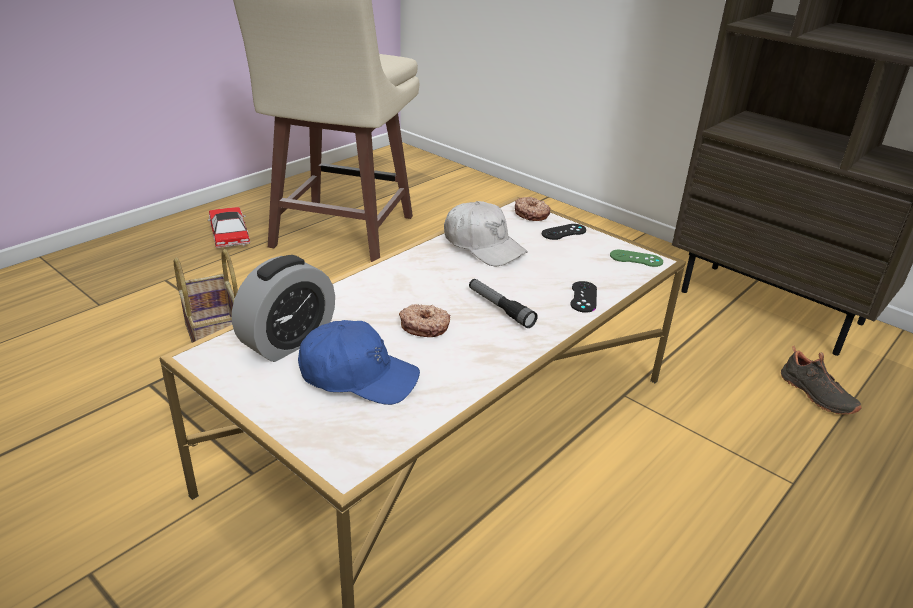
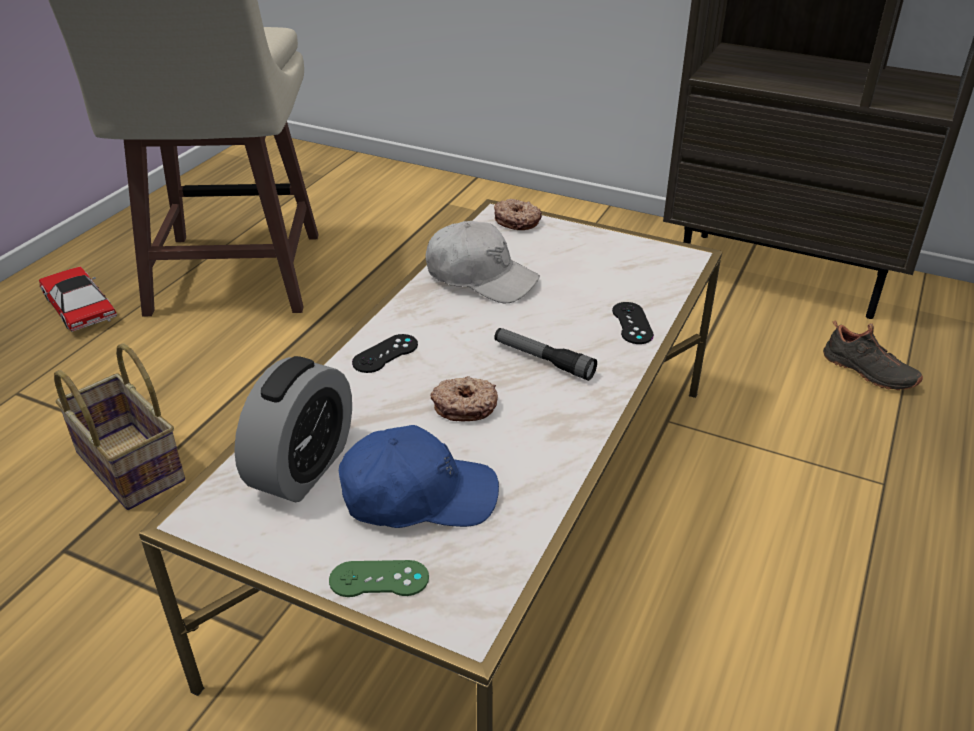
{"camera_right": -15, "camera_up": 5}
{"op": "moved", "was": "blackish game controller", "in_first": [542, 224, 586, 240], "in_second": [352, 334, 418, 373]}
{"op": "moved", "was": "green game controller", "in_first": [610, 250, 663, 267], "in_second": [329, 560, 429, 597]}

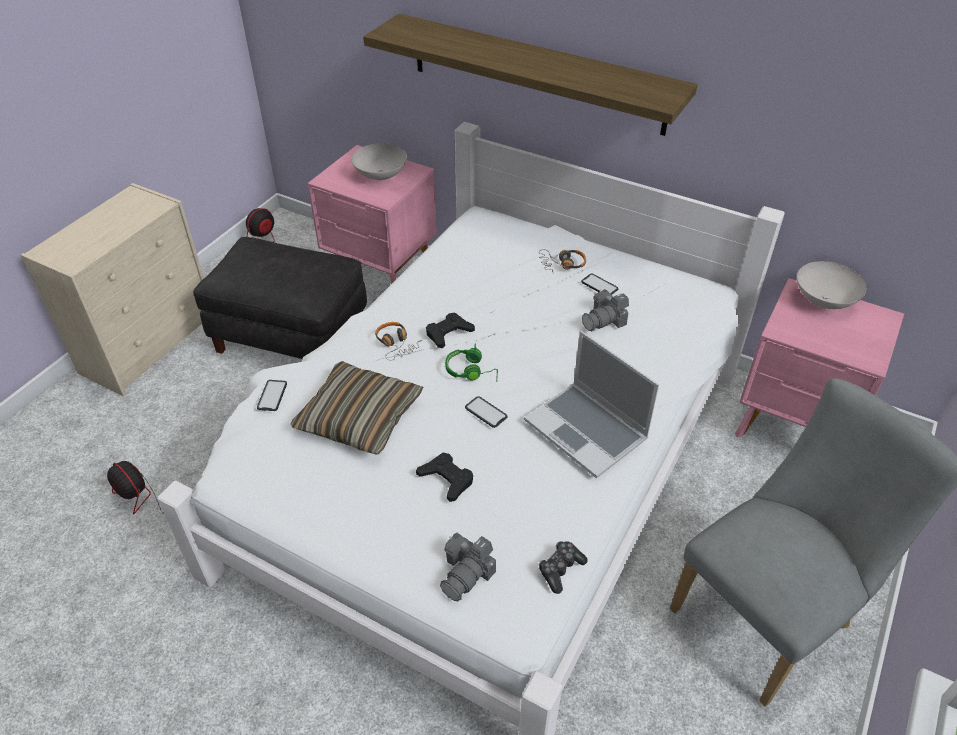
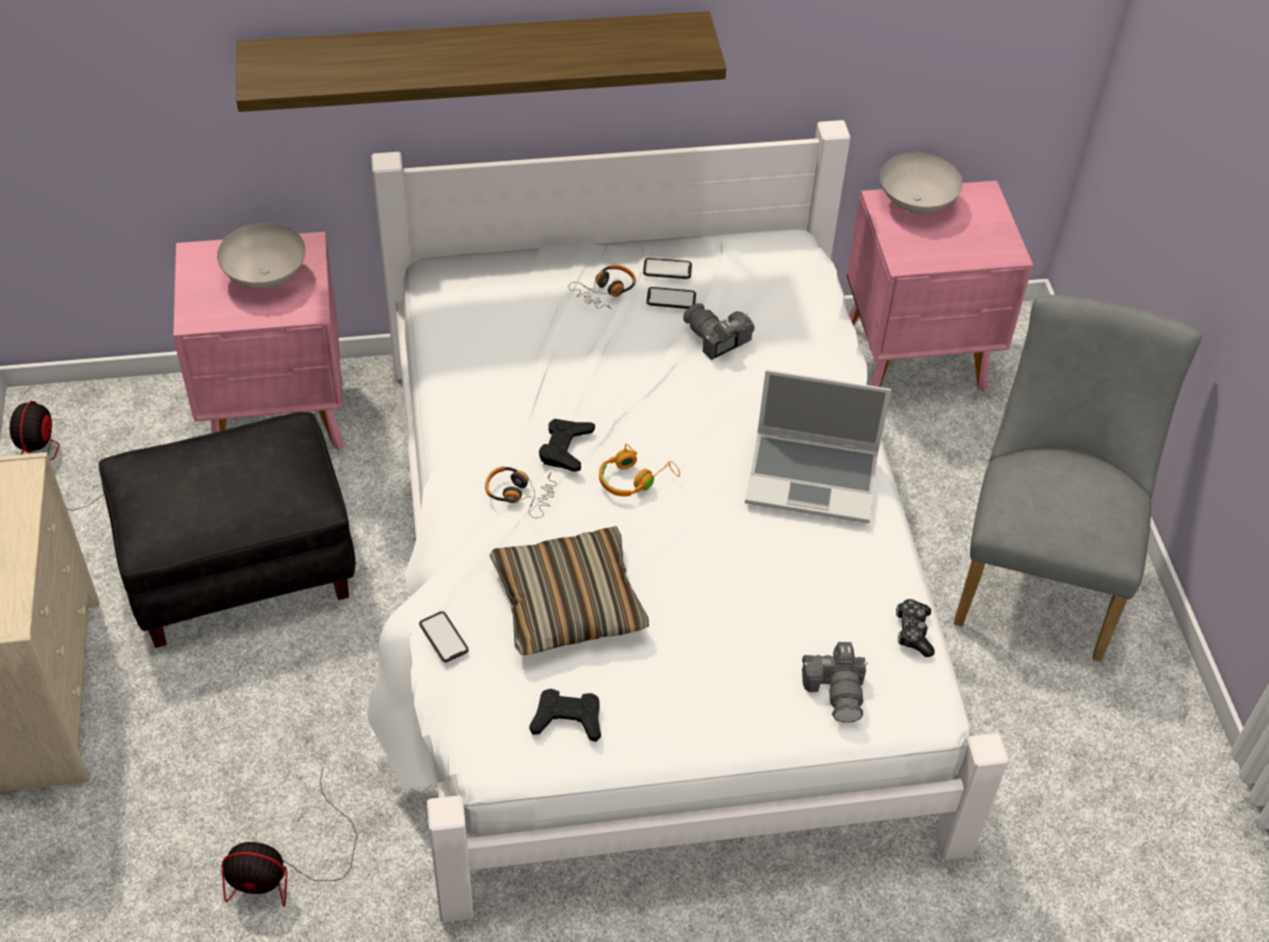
{"camera_right": -40, "camera_up": 5}
{"op": "turned", "was": "still camera", "in_first": [582, 289, 629, 331], "in_second": [683, 303, 755, 360], "clockwise": 120}
{"op": "recoloured", "was": "green headphones", "now": "orangey headphones", "in_first": [445, 343, 498, 382], "in_second": [599, 444, 680, 496]}
{"op": "moved", "was": "telephone", "in_first": [465, 396, 508, 428], "in_second": [643, 258, 692, 279]}
{"op": "moved", "was": "blackish game controller", "in_first": [416, 453, 473, 502], "in_second": [529, 689, 601, 742]}

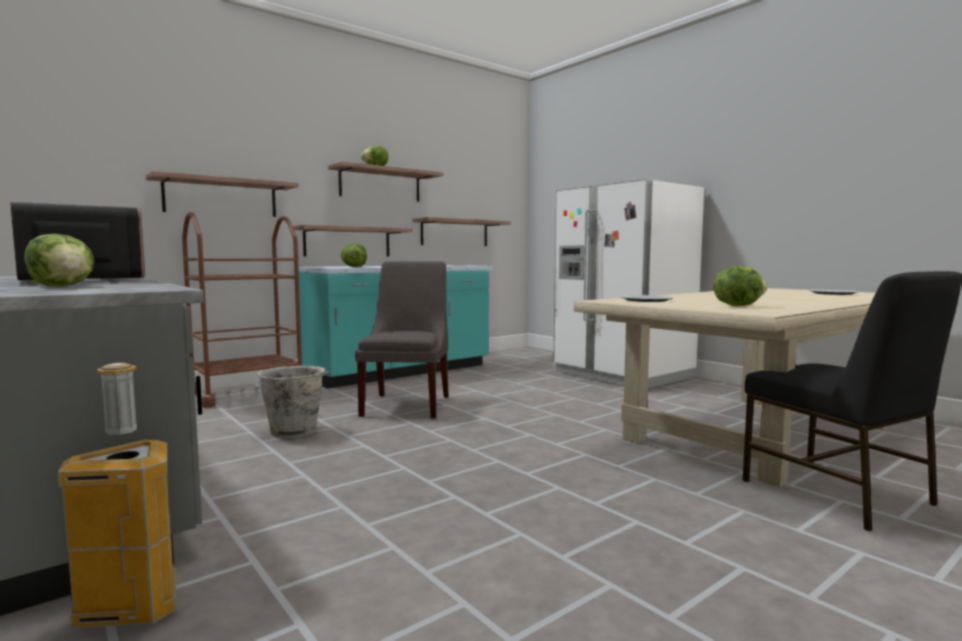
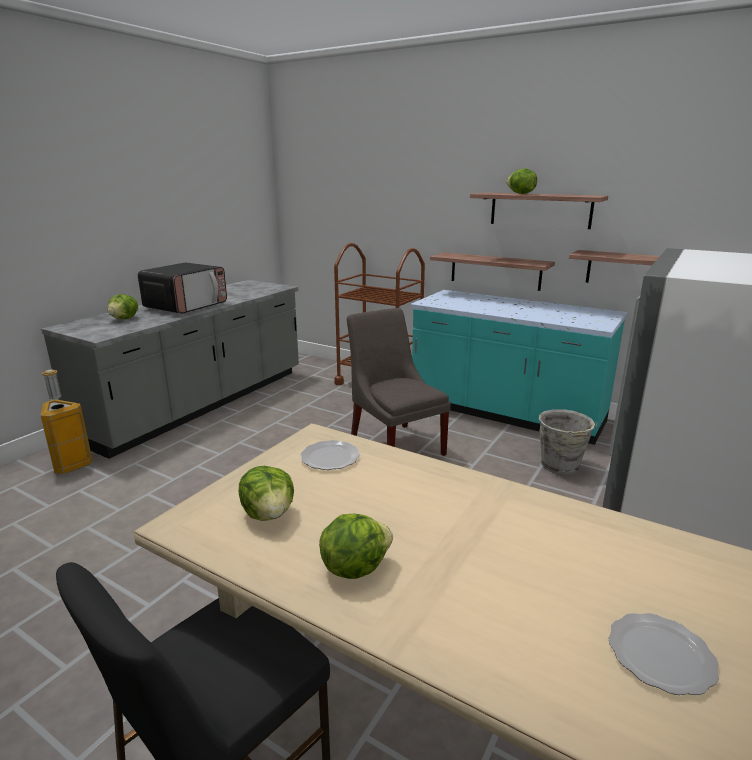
{"camera_right": 70, "camera_up": 15}
{"op": "removed", "was": "shelf", "in_first": [145, 171, 299, 217]}
{"op": "moved", "was": "lettuce", "in_first": [341, 243, 367, 267], "in_second": [319, 514, 393, 579]}
{"op": "turned", "was": "greyish chair", "in_first": [355, 261, 449, 418], "in_second": [347, 308, 451, 456], "clockwise": -105}
{"op": "moved", "was": "greyish water bucket", "in_first": [257, 366, 330, 438], "in_second": [539, 409, 597, 475]}

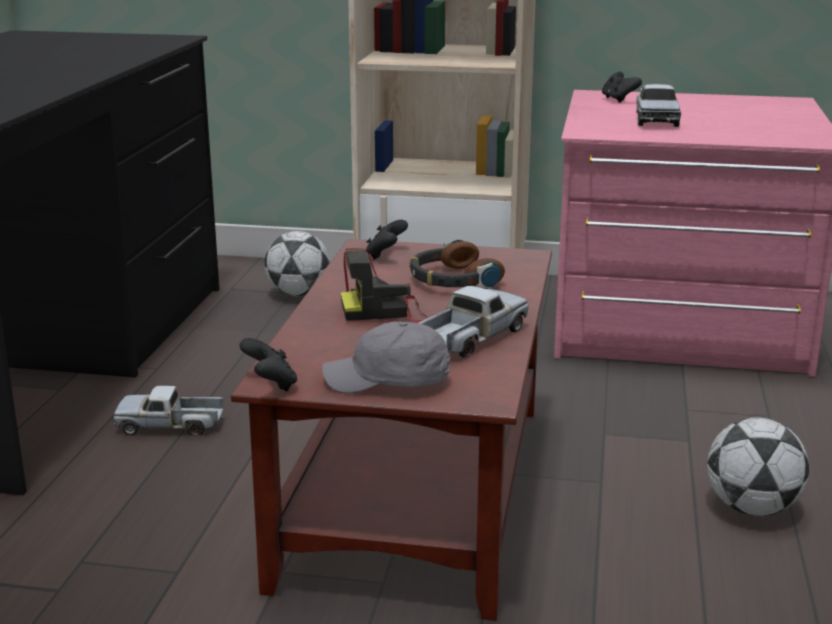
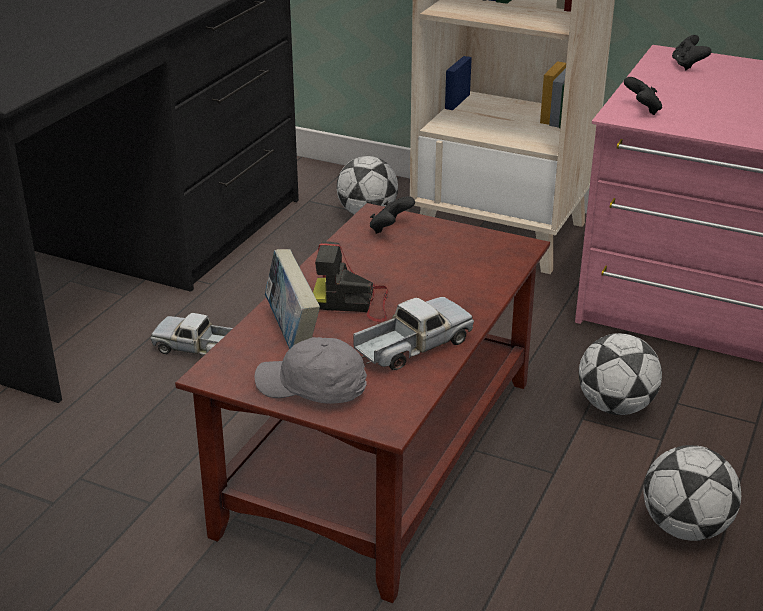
{"camera_right": 15, "camera_up": 10}
{"op": "removed", "was": "toy truck", "in_first": [636, 84, 681, 127]}
{"op": "removed", "was": "headphones", "in_first": [410, 239, 505, 289]}
{"op": "moved", "was": "blackish game controller", "in_first": [240, 338, 297, 391], "in_second": [624, 77, 662, 115]}
{"op": "added", "now": "bound book", "in_second": [265, 249, 320, 349]}
{"op": "added", "now": "football", "in_second": [579, 333, 662, 415]}

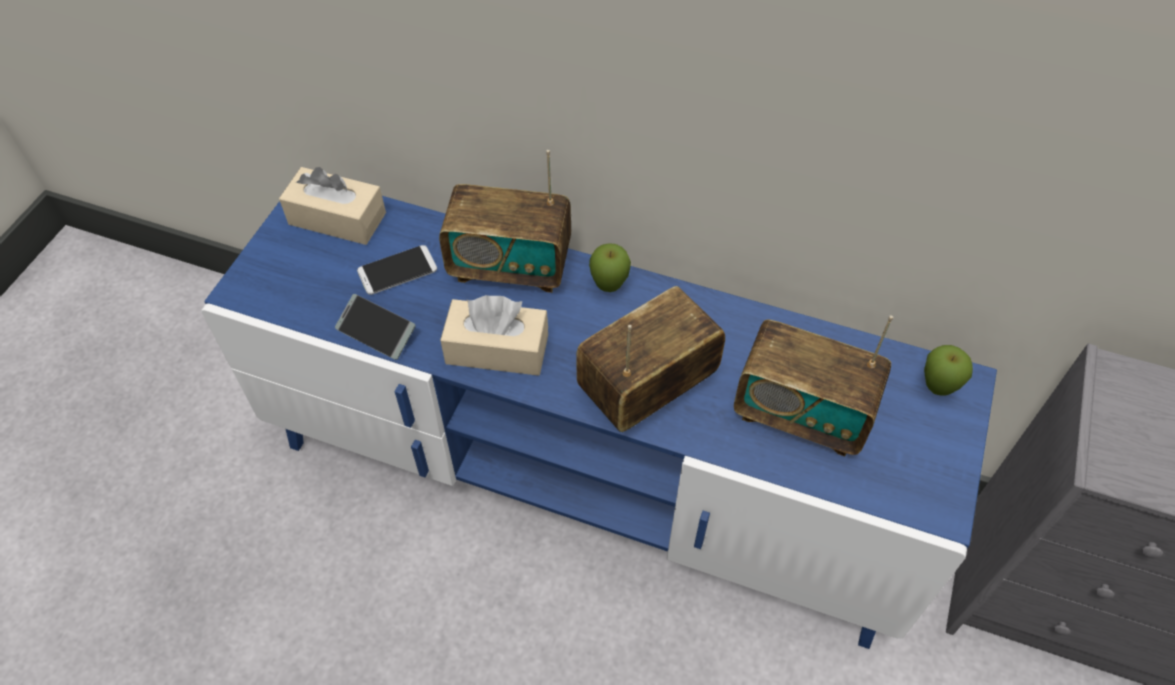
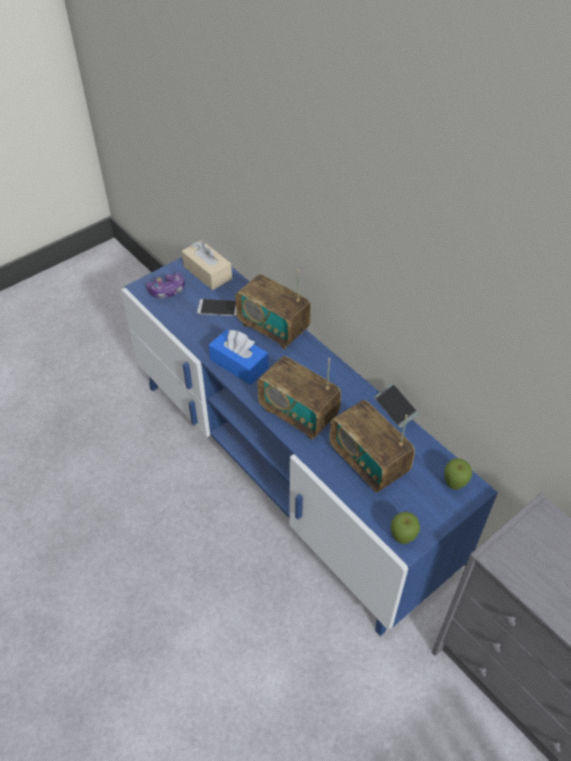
{"camera_right": 30, "camera_up": -5}
{"op": "moved", "was": "apple", "in_first": [589, 243, 631, 292], "in_second": [391, 512, 420, 544]}
{"op": "turned", "was": "radio receiver", "in_first": [576, 286, 725, 432], "in_second": [258, 356, 341, 440], "clockwise": -135}
{"op": "moved", "was": "telephone", "in_first": [335, 294, 416, 360], "in_second": [374, 383, 419, 428]}
{"op": "recoloured", "was": "sand-coloured box of tissues", "now": "blue-coloured box of tissues", "in_first": [440, 295, 548, 376], "in_second": [209, 329, 268, 385]}
{"op": "added", "now": "game controller", "in_second": [146, 273, 185, 298]}

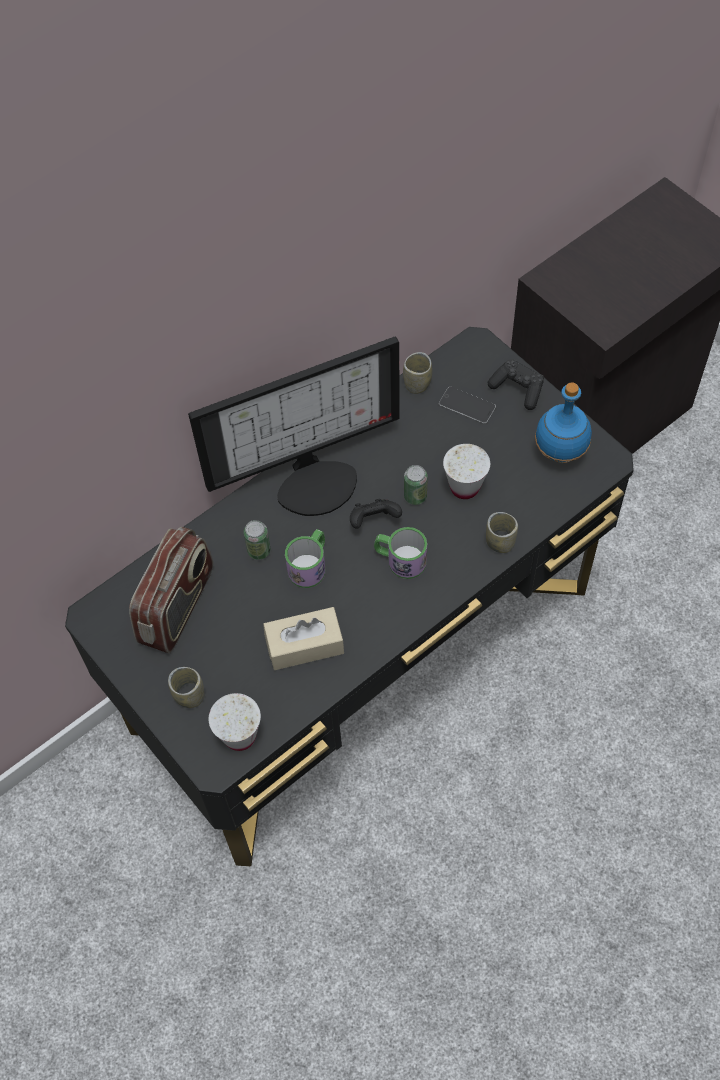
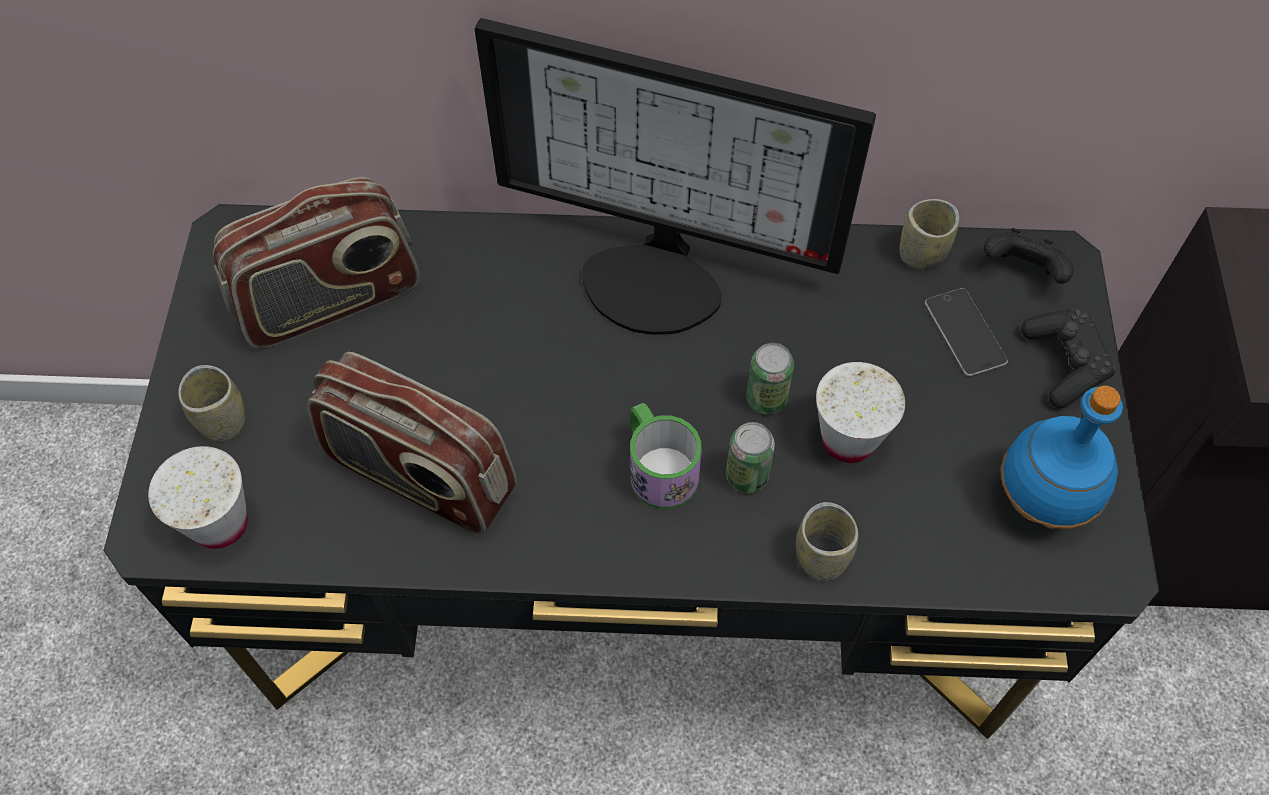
{"camera_right": 40, "camera_up": 0}
{"op": "moved", "was": "blackish game controller", "in_first": [350, 499, 402, 528], "in_second": [984, 228, 1074, 284]}
{"op": "moved", "was": "sealed can", "in_first": [244, 520, 271, 560], "in_second": [726, 422, 775, 493]}
{"op": "removed", "was": "coffee mug", "in_first": [285, 529, 325, 588]}
{"op": "replaced", "was": "sand-coloured box of tissues", "now": "radio receiver", "in_first": [263, 607, 344, 670], "in_second": [306, 351, 517, 535]}

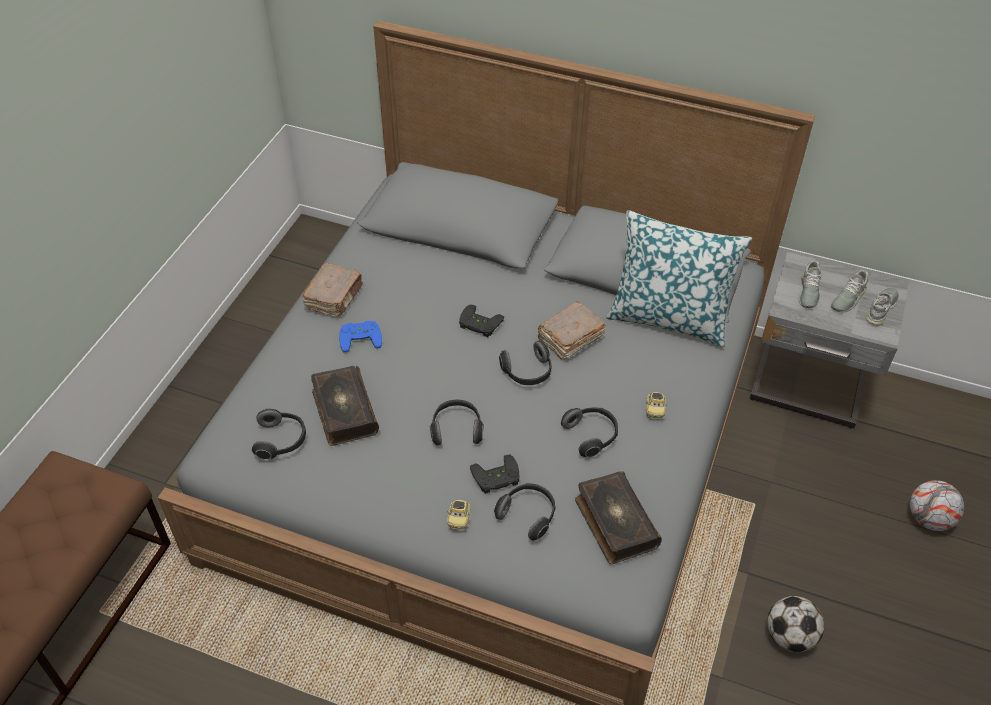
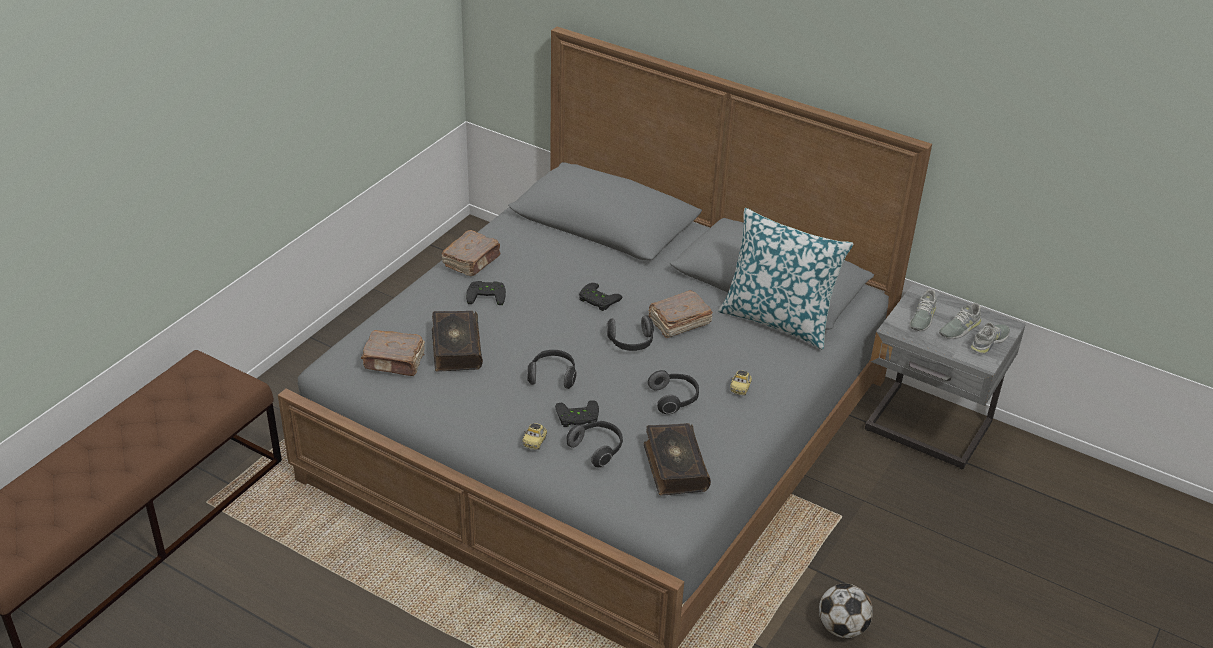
{"camera_right": 10, "camera_up": -10}
{"op": "recoloured", "was": "blue-coloured game controller", "now": "blackish game controller", "in_first": [339, 321, 382, 353], "in_second": [466, 281, 506, 305]}
{"op": "replaced", "was": "headphones", "now": "brownish bound book", "in_first": [252, 409, 306, 460], "in_second": [361, 330, 425, 376]}
{"op": "removed", "was": "football", "in_first": [910, 480, 964, 531]}

